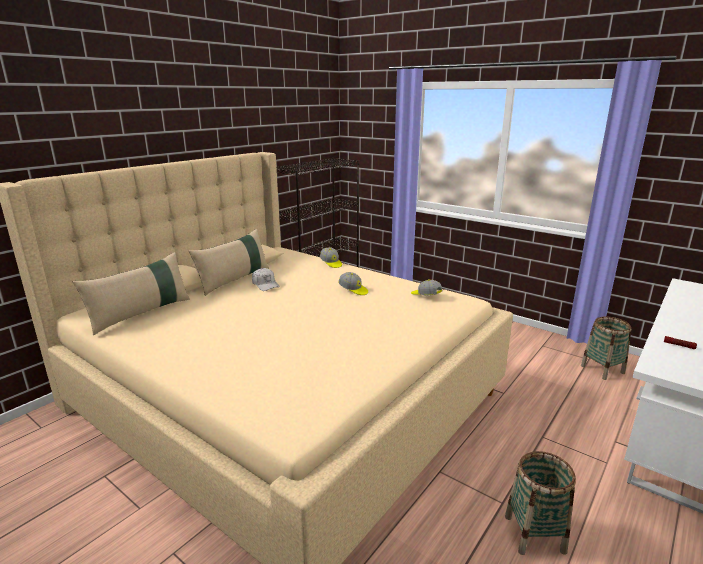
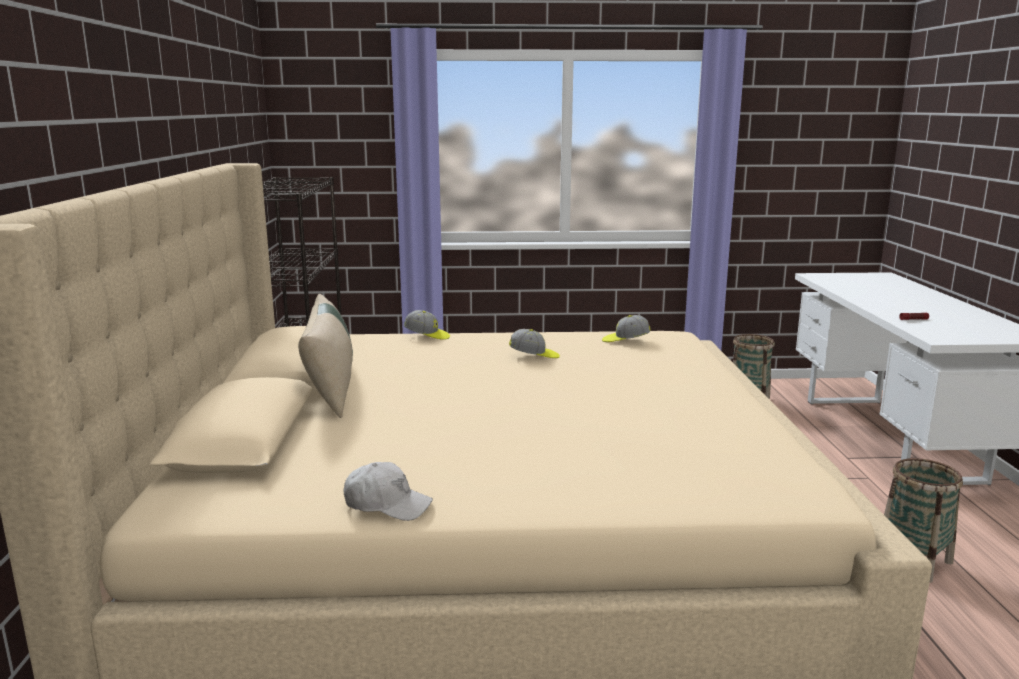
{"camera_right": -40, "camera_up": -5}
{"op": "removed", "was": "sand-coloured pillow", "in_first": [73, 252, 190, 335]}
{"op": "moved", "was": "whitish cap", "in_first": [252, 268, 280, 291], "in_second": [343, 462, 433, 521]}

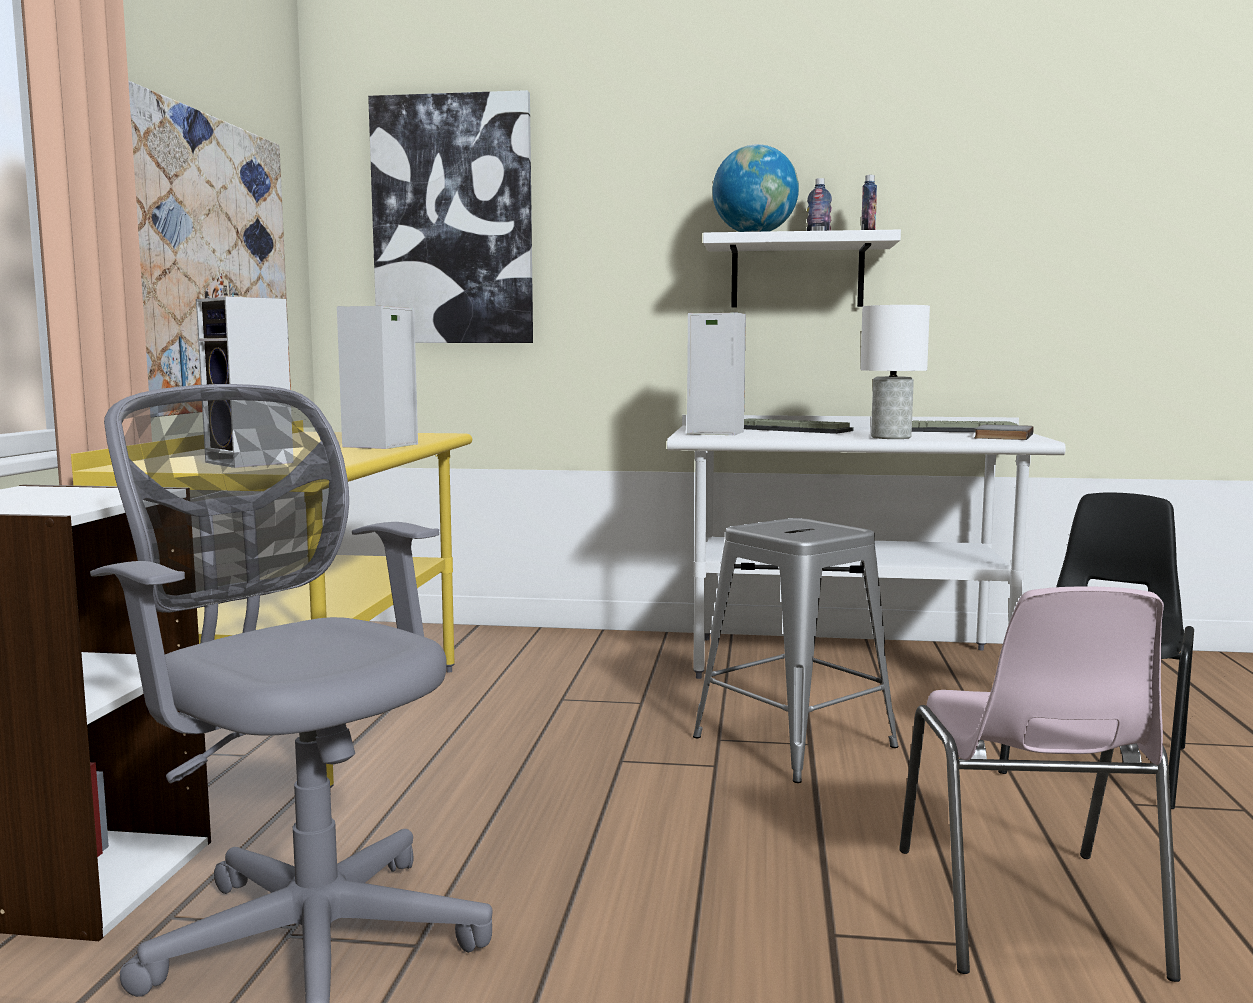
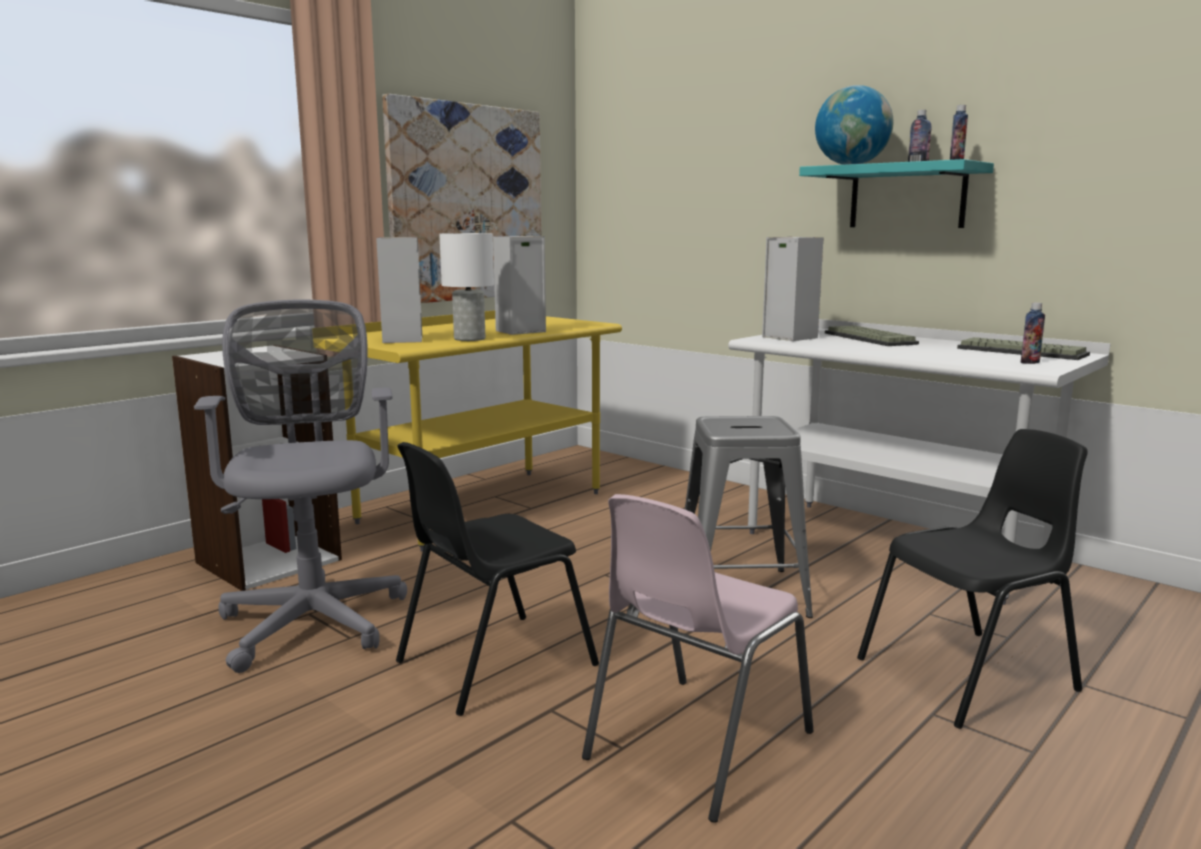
{"camera_right": 35, "camera_up": 5}
{"op": "removed", "was": "wall picture", "in_first": [368, 90, 533, 343]}
{"op": "recoloured", "was": "whitish shelf", "now": "turquoise shelf", "in_first": [703, 230, 901, 307], "in_second": [799, 159, 994, 228]}
{"op": "moved", "was": "whitish tabletop lamp", "in_first": [860, 305, 930, 439], "in_second": [439, 233, 494, 341]}
{"op": "replaced", "was": "greyish bound book", "now": "beverage bottle", "in_first": [974, 424, 1034, 440], "in_second": [1021, 303, 1045, 364]}
{"op": "added", "now": "blackish chair", "in_second": [396, 442, 599, 716]}

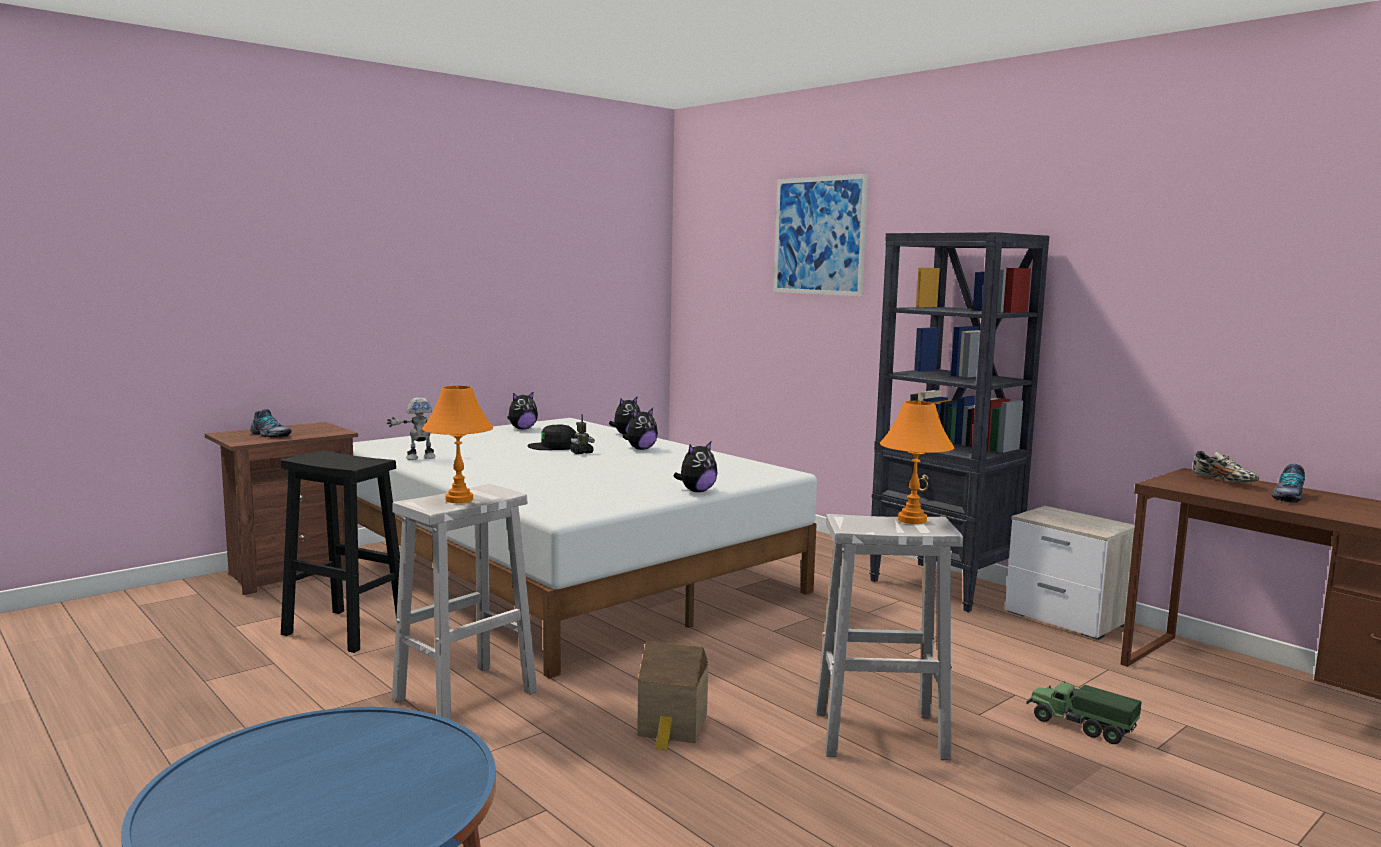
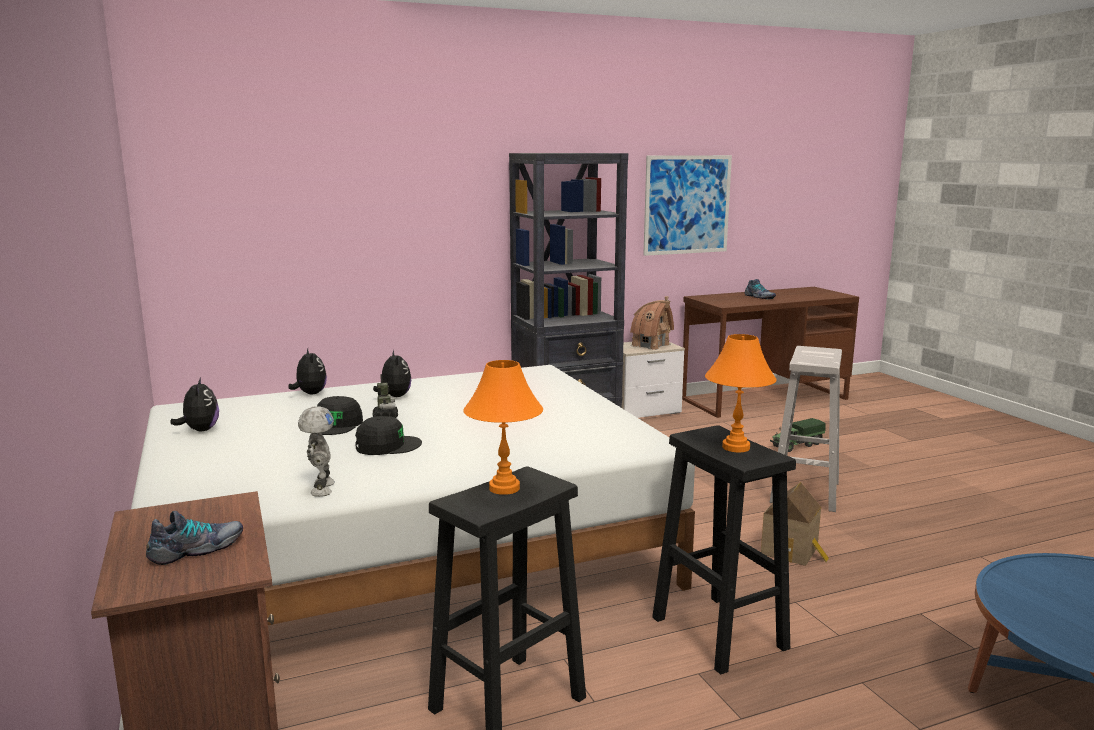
{"camera_right": -70, "camera_up": 5}
{"op": "moved", "was": "wall picture", "in_first": [773, 174, 869, 297], "in_second": [643, 155, 732, 256]}
{"op": "moved", "was": "orangey tabletop lamp", "in_first": [880, 401, 954, 524], "in_second": [463, 360, 543, 495]}
{"op": "removed", "was": "cuddly toy", "in_first": [673, 442, 718, 492]}
{"op": "removed", "was": "shoe", "in_first": [1193, 451, 1259, 482]}
{"op": "recoloured", "was": "whitish sitting stool", "now": "blackish sitting stool", "in_first": [392, 484, 537, 720], "in_second": [652, 425, 796, 675]}
{"op": "added", "now": "toy house", "in_second": [630, 296, 674, 350]}
{"op": "added", "now": "blackish cap", "in_second": [355, 416, 422, 455]}

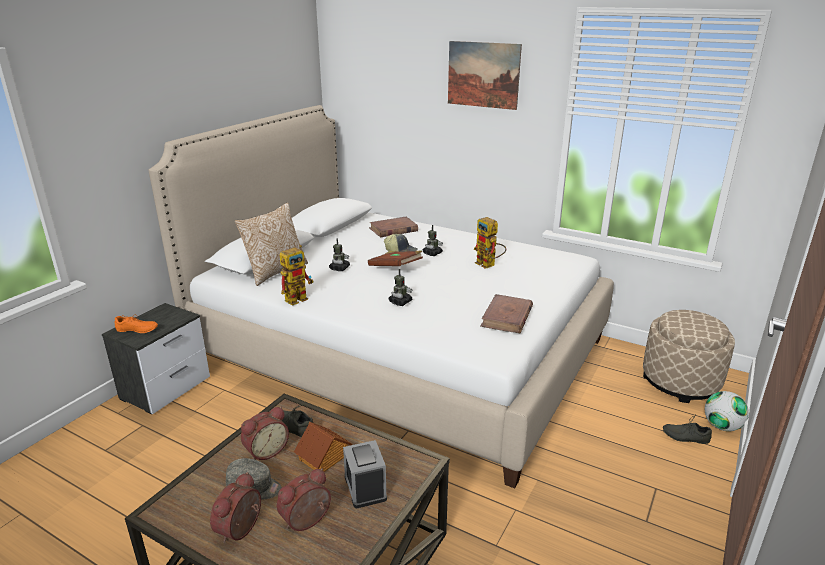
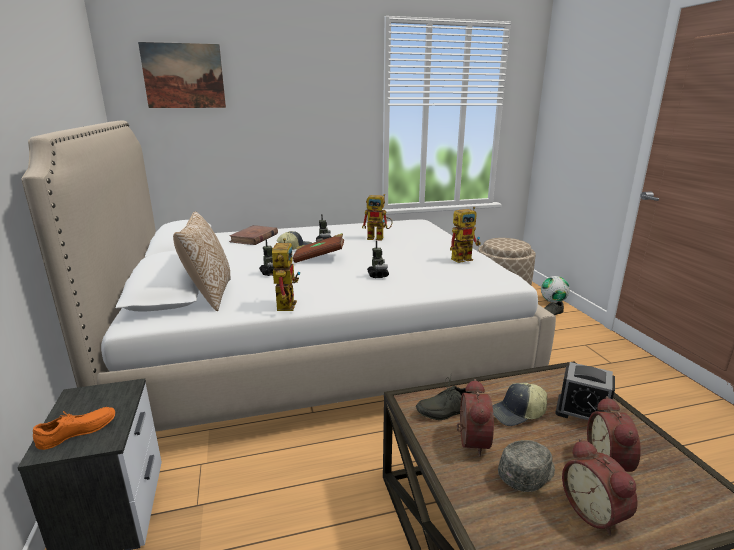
{"camera_right": -45, "camera_up": -5}
{"op": "moved", "was": "wall picture", "in_first": [448, 41, 522, 110], "in_second": [138, 42, 226, 108]}
{"op": "replaced", "was": "brownish bound book", "now": "model robot", "in_first": [480, 294, 533, 333], "in_second": [450, 207, 481, 263]}
{"op": "replaced", "was": "toy house", "now": "cap", "in_first": [294, 422, 352, 472], "in_second": [492, 383, 547, 426]}

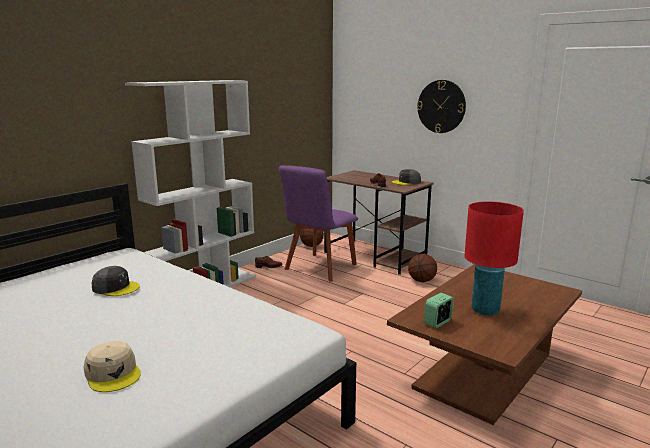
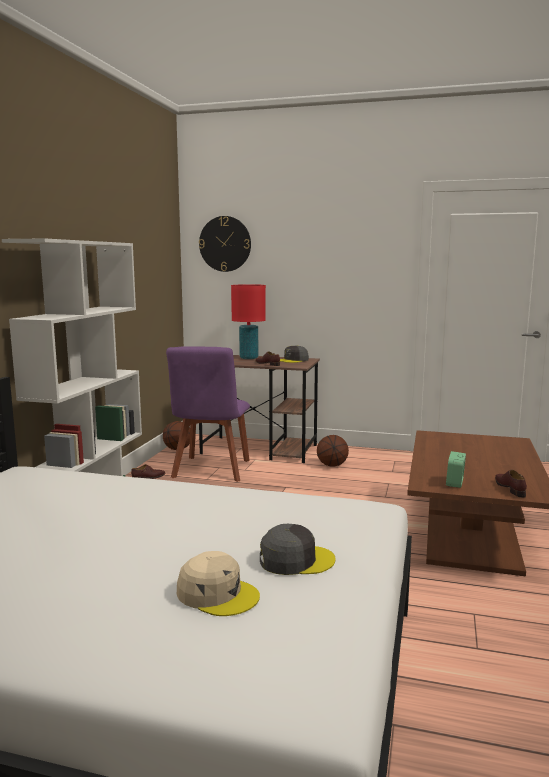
{"camera_right": -25, "camera_up": -5}
{"op": "moved", "was": "hanging clock", "in_first": [417, 80, 466, 133], "in_second": [199, 216, 251, 272]}
{"op": "moved", "was": "red-coloured tabletop lamp", "in_first": [465, 201, 524, 316], "in_second": [231, 284, 266, 359]}
{"op": "moved", "was": "greyish cap", "in_first": [92, 266, 140, 296], "in_second": [260, 524, 336, 575]}
{"op": "added", "now": "brownish shoe", "in_second": [495, 470, 527, 498]}

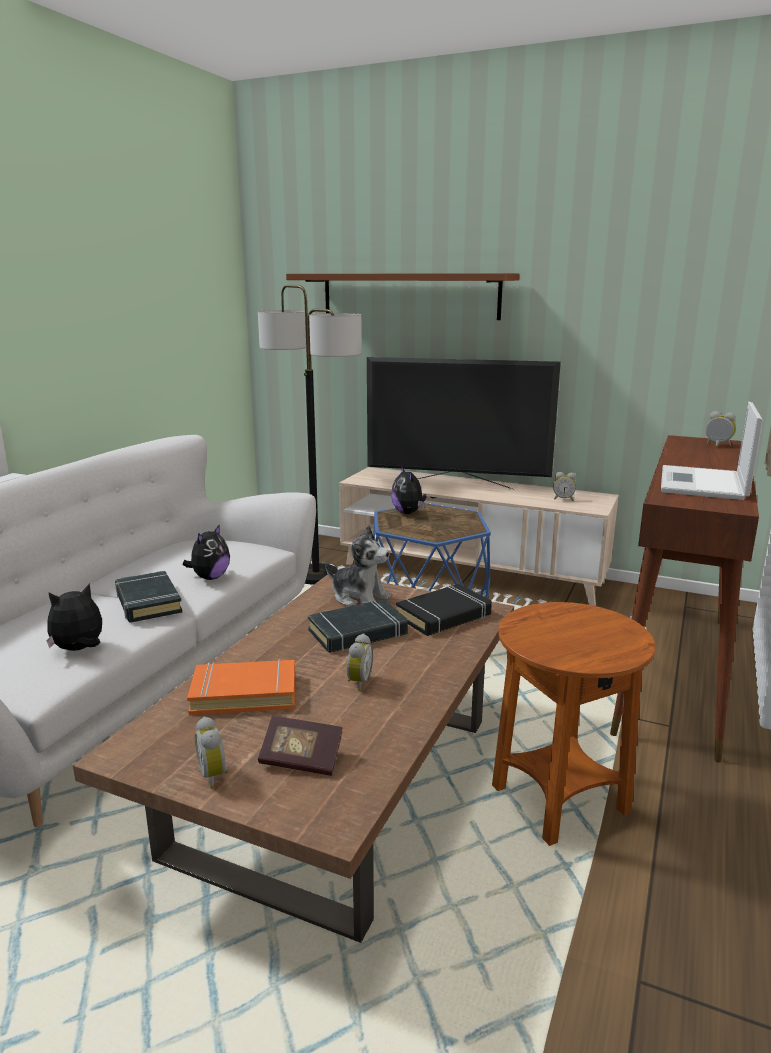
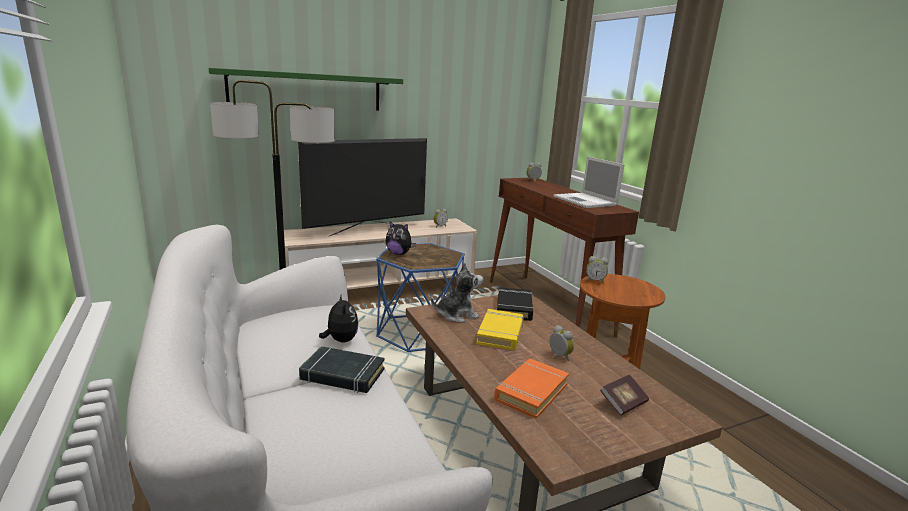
{"camera_right": -50, "camera_up": 0}
{"op": "recoloured", "was": "brownish shelf", "now": "green shelf", "in_first": [286, 273, 520, 320], "in_second": [209, 68, 403, 111]}
{"op": "removed", "was": "cuddly toy", "in_first": [47, 583, 102, 651]}
{"op": "recoloured", "was": "blackish bound book", "now": "yellow-coloured bound book", "in_first": [308, 599, 408, 653], "in_second": [476, 309, 524, 350]}
{"op": "moved", "was": "table clock", "in_first": [195, 716, 229, 789], "in_second": [586, 256, 608, 284]}

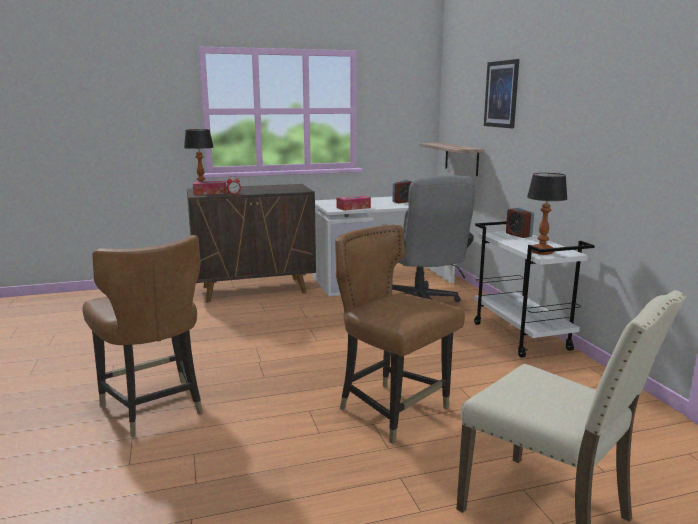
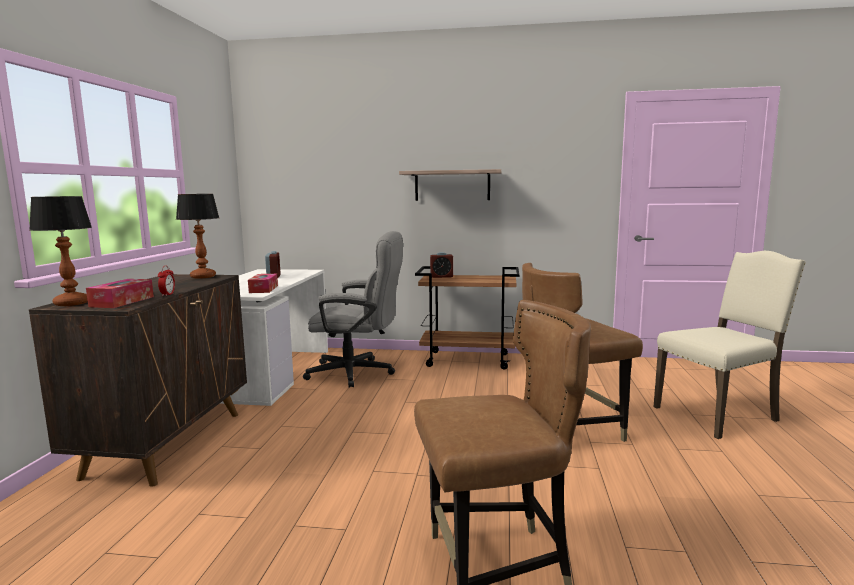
{"camera_right": -65, "camera_up": -5}
{"op": "removed", "was": "wall picture", "in_first": [484, 59, 519, 128]}
{"op": "moved", "was": "shelf", "in_first": [420, 143, 485, 176], "in_second": [399, 169, 501, 201]}
{"op": "moved", "was": "tabletop lamp", "in_first": [527, 173, 568, 255], "in_second": [176, 194, 219, 279]}
{"op": "recoloured", "was": "whitish cart", "now": "brownish cart", "in_first": [474, 221, 595, 358], "in_second": [415, 266, 519, 369]}

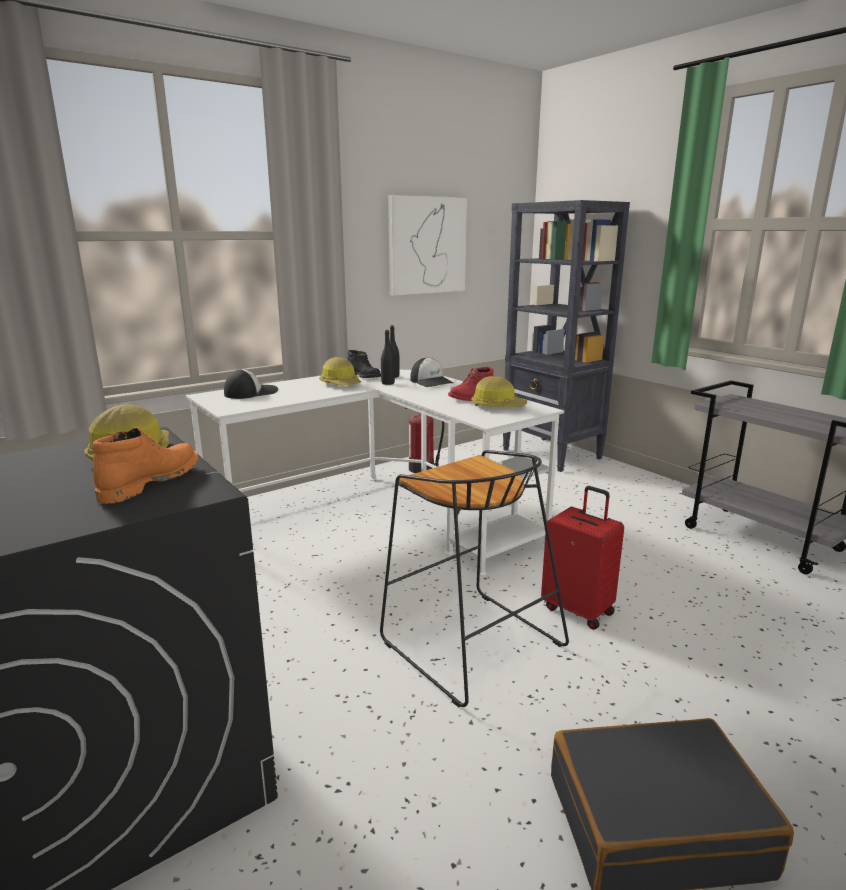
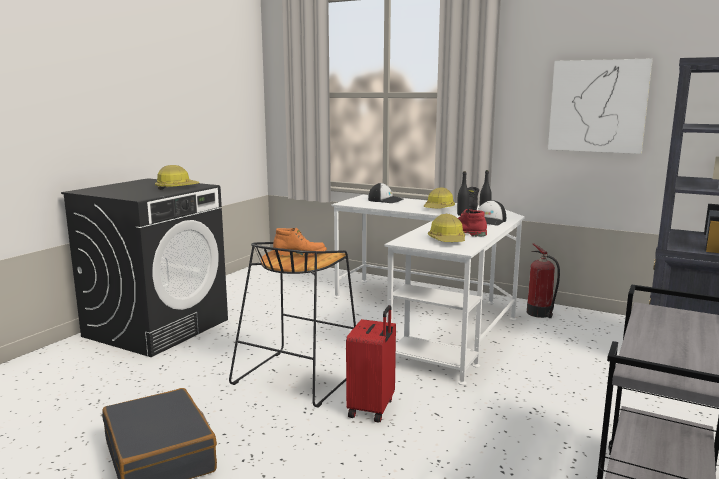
{"camera_right": 65, "camera_up": -5}
{"op": "moved", "was": "orangey tall boot", "in_first": [93, 427, 198, 504], "in_second": [273, 228, 327, 256]}

